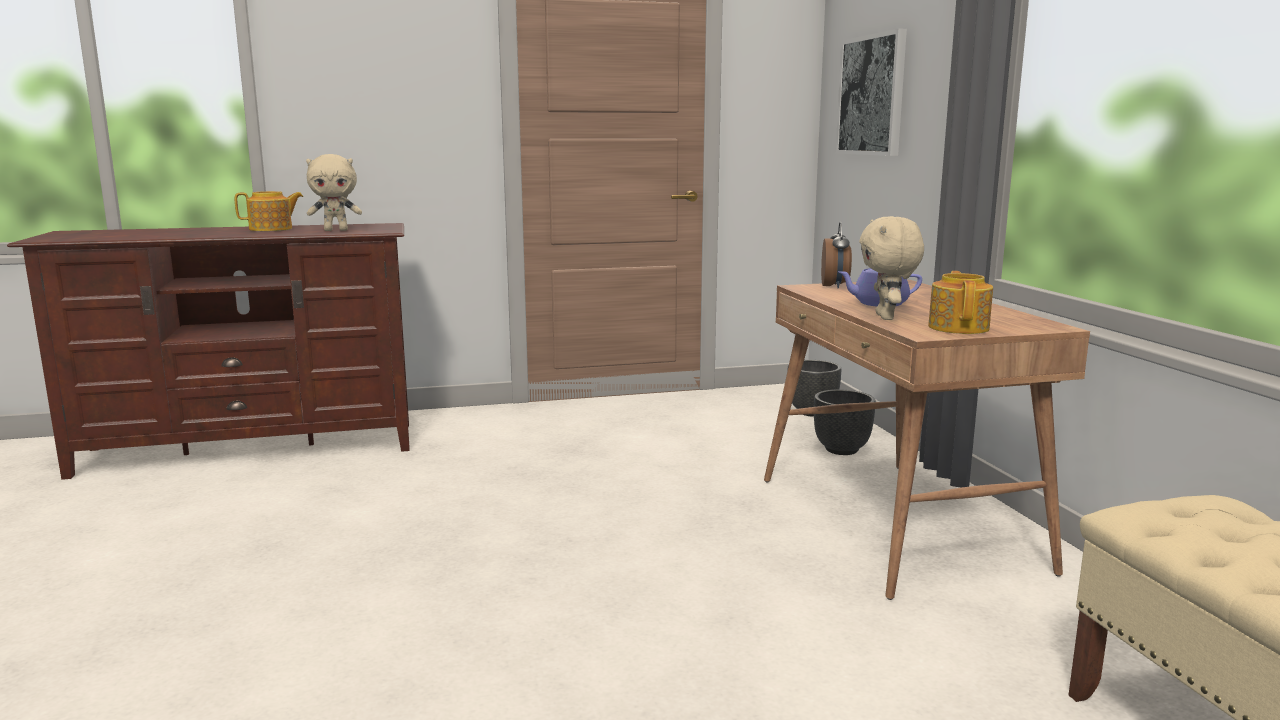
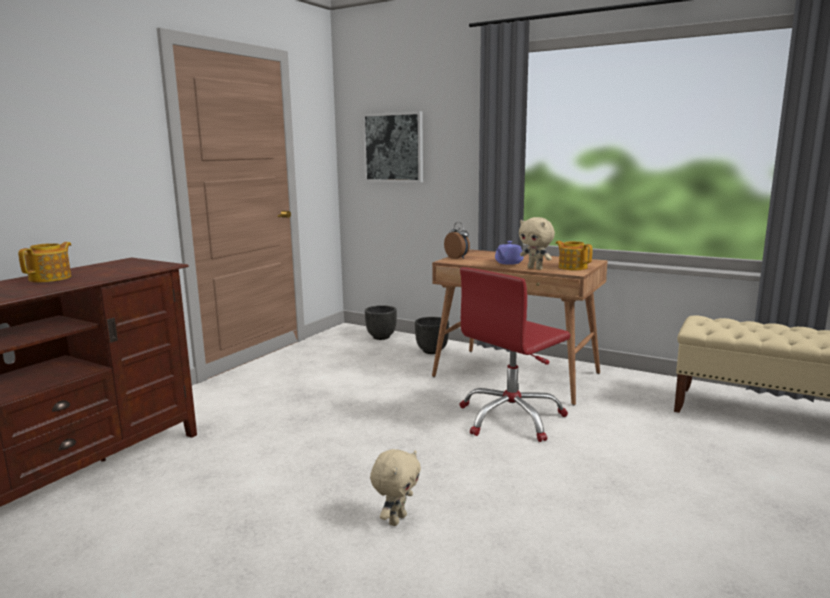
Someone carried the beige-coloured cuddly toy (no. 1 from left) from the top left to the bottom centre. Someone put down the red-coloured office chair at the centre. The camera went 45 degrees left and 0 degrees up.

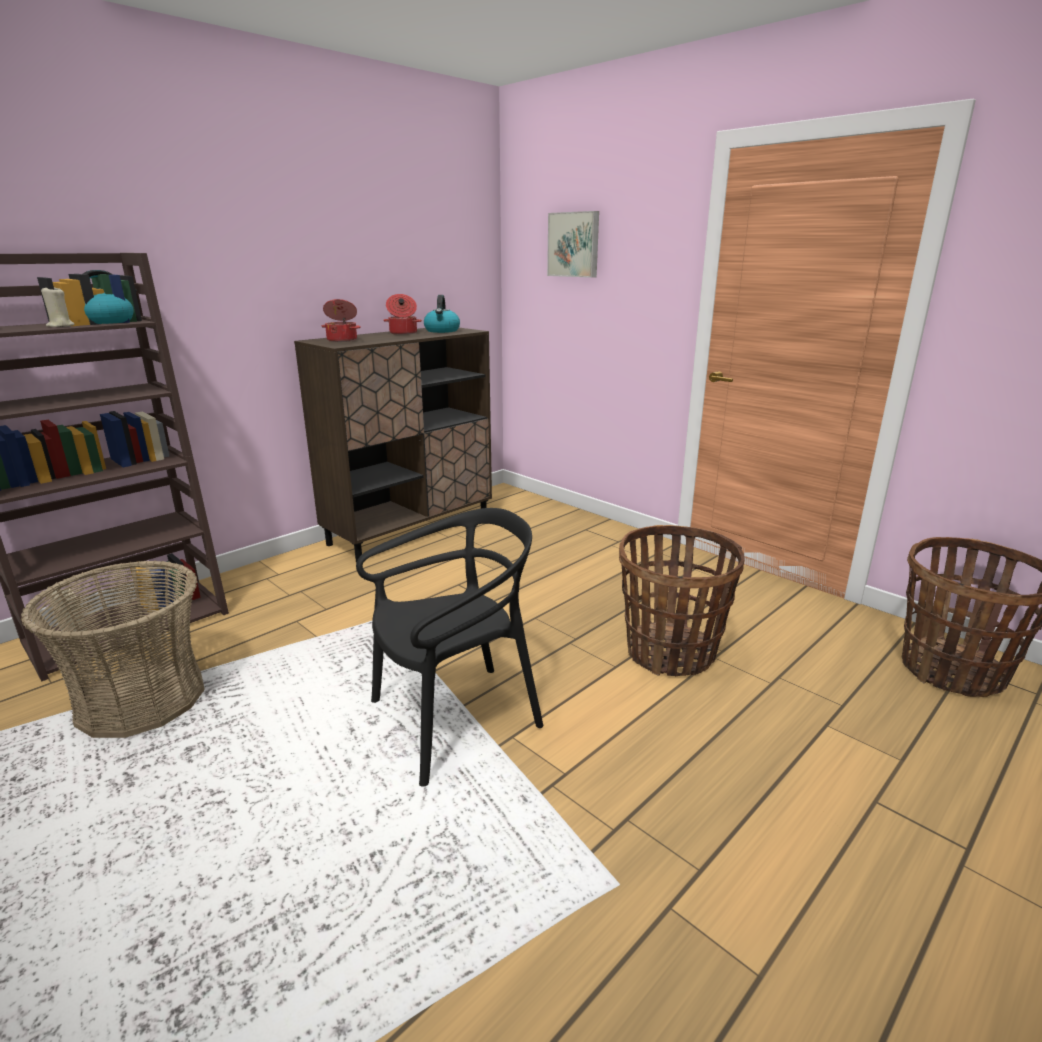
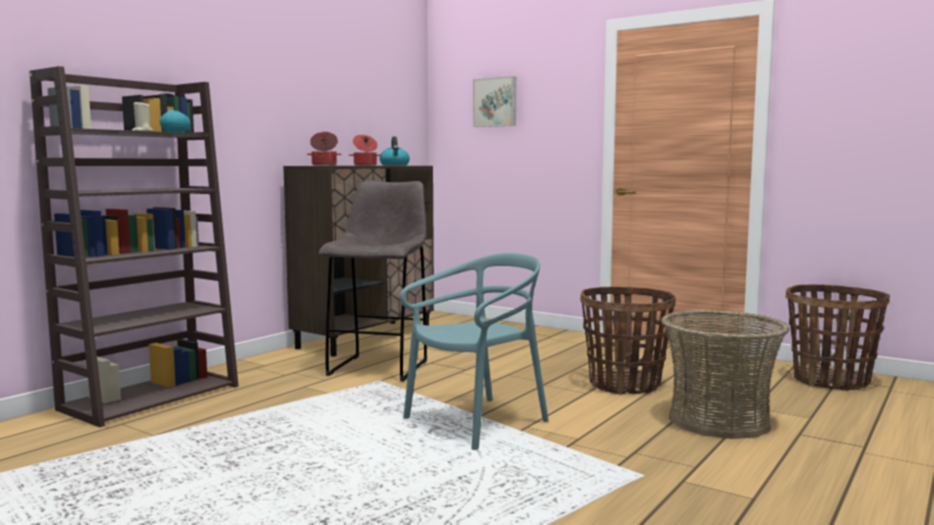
Someone carried the household basket (no. 1 from left in the first image) from the middle left to the bottom right. Someone repainted the black-coloured upright chair at the centre, which became the turquoise upright chair at the bottom centre. Someone put down the grey stool seat at the centre. The camera went 10 degrees left and 15 degrees down.

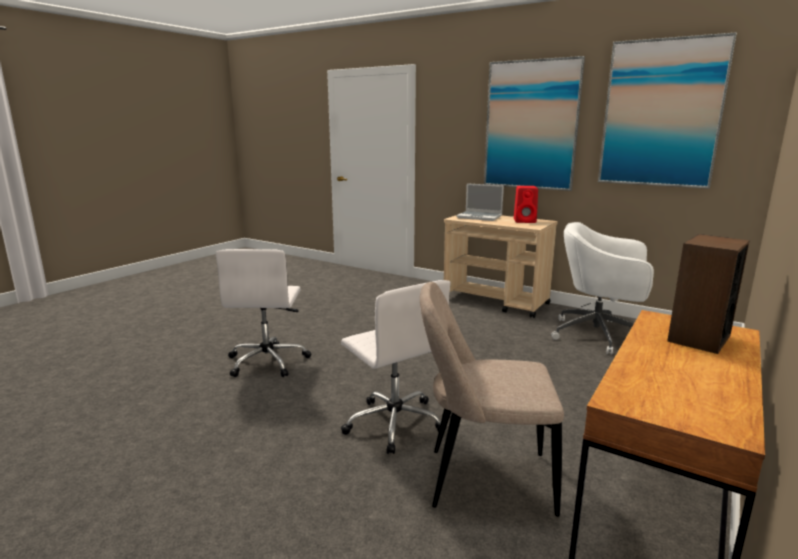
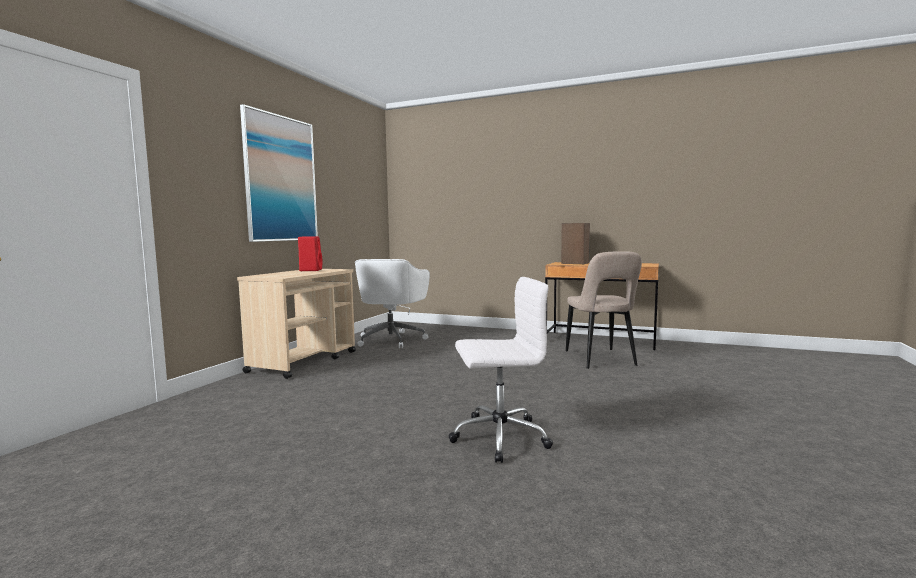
Someone took away the whitish office chair (no. 2 from left) at the centre. Someone took away the notebook computer at the centre. Someone took away the wall picture (no. 2 from left) at the top right. The camera went 100 degrees left and 10 degrees down.

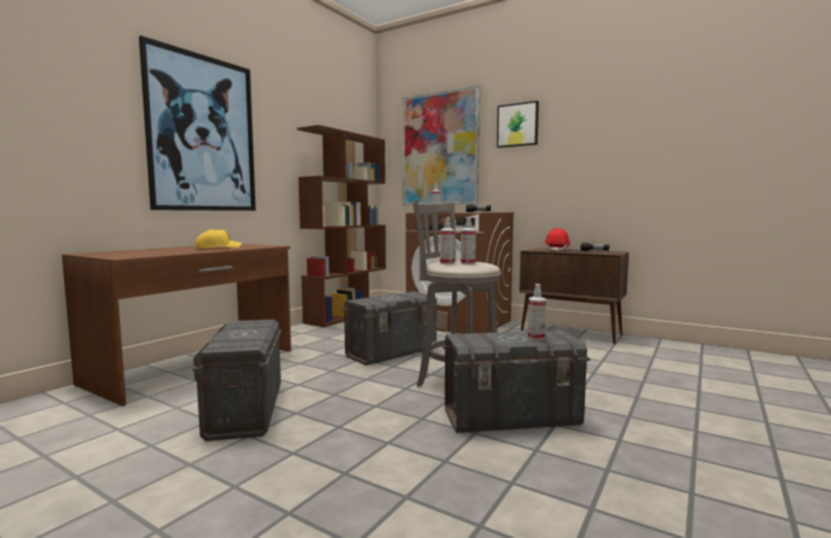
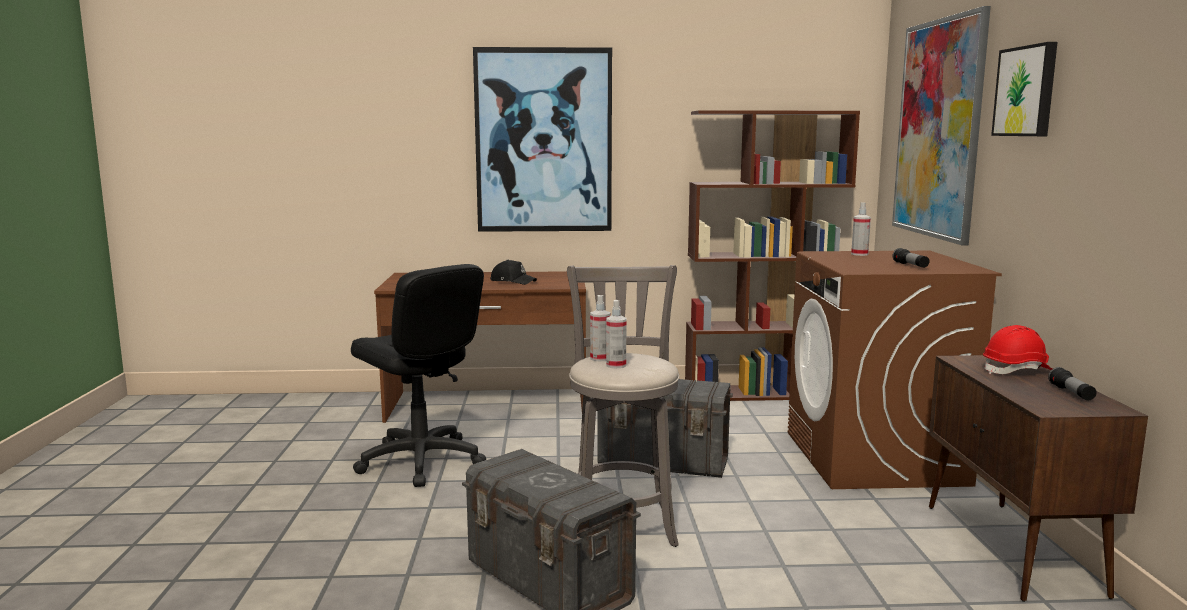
Someone swapped the grey storage box (no. 1 from left) at the bottom left for the black-coloured office chair at the centre. Someone repainted the yellowish cap at the middle left, which became the black-coloured cap at the centre. Someone took away the spray bottle (no. 4 from left) at the centre. The camera went 55 degrees right and 5 degrees up.

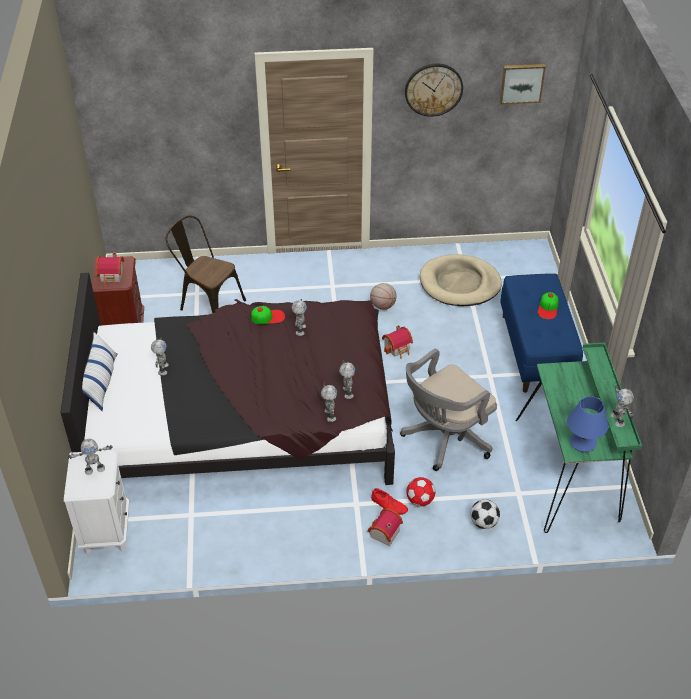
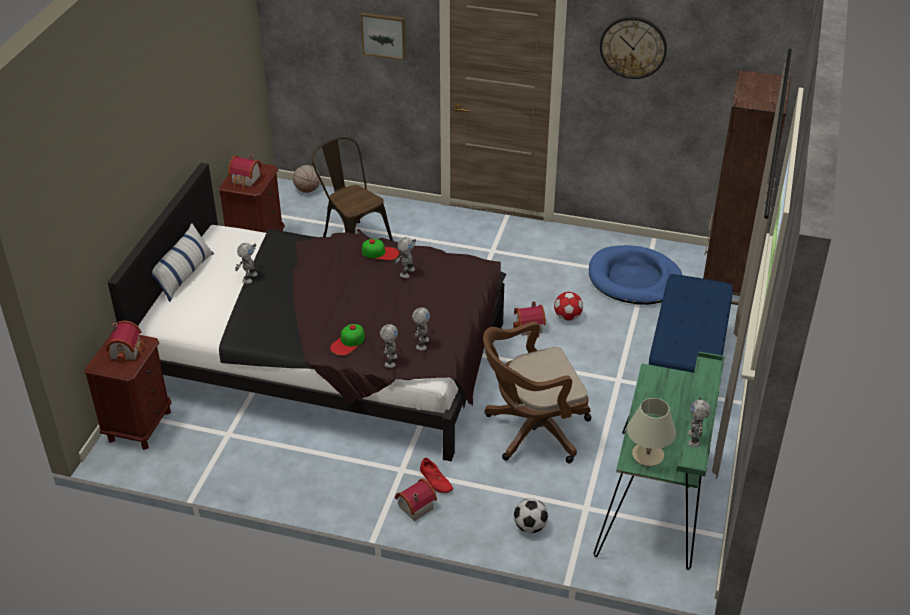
Someone repainted the whitish nightstand at the bottom left, which became the brown-coloured nightstand (no. 1 from left) at the middle left. Someone swapped the model robot (no. 1 from left) at the middle left for the toy house (no. 1 from left) at the middle left. Someone carried the basketball from the centre to the top centre. Someone repainted the grey office chair at the centre, which became the brown-coloured office chair at the centre. Someone carried the football (no. 1 from left in the first image) from the bottom centre to the centre. Someone repainted the beige-coloured dog bed at the middle right, which became the blue dog bed at the middle right. Someone carried the wall picture from the top right to the top centre. Someone carried the cap (no. 2 from left in the first image) from the middle right to the centre. Someone repainted the blue tabletop lamp at the middle right, which became the beige-coloured tabletop lamp at the bottom right. Someone put down the brown-coloured bookcase at the top right. The camera went 20 degrees right and 5 degrees down.

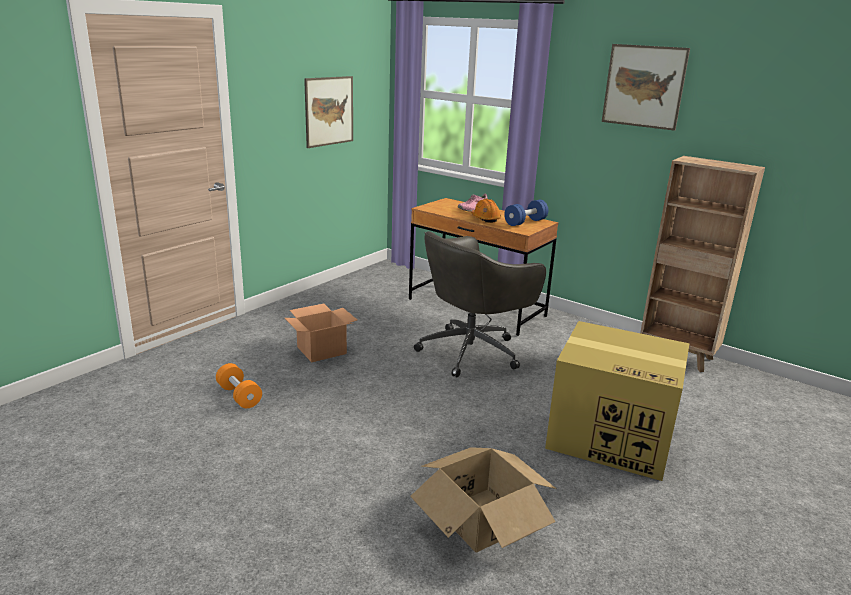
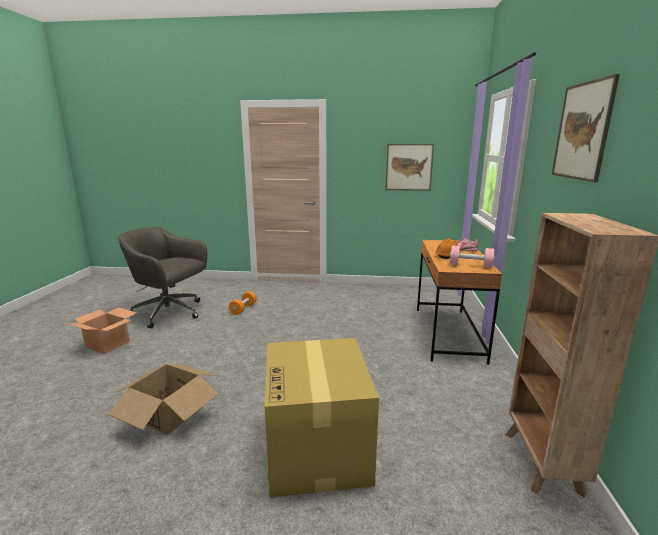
Someone carried the carton (no. 1 from left) from the centre to the middle left. Someone carried the grey office chair from the centre to the middle left. Someone repainted the blue dumbbell at the centre, which became the pink-coloured dumbbell at the middle right. The camera went 60 degrees right and 5 degrees down.

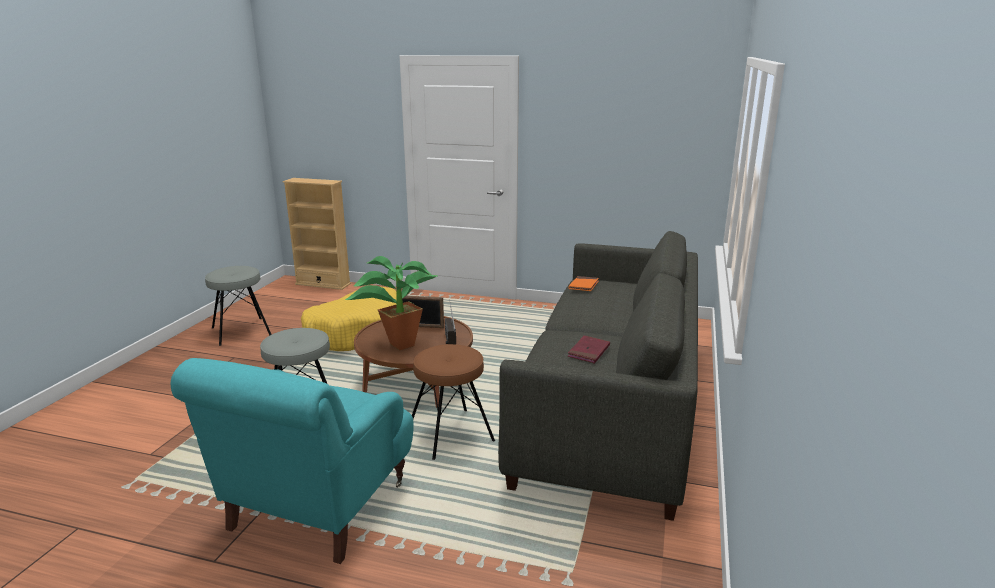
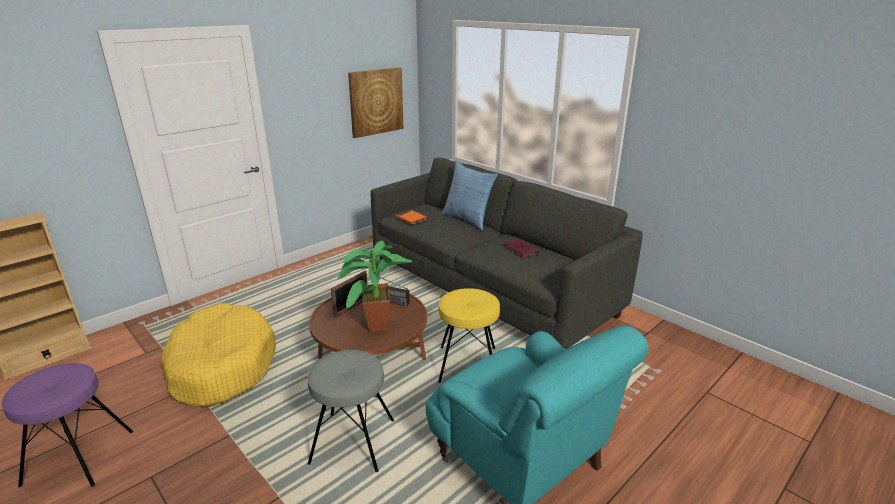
Someone repainted the grey stool seat (no. 1 from left) at the middle left, which became the purplish stool seat at the bottom left. Someone repainted the brown-coloured stool seat at the bottom centre, which became the yellowish stool seat at the centre. Someone put up the wall picture at the top centre. Someone put down the pillow at the centre. The camera went 60 degrees left and 5 degrees up.

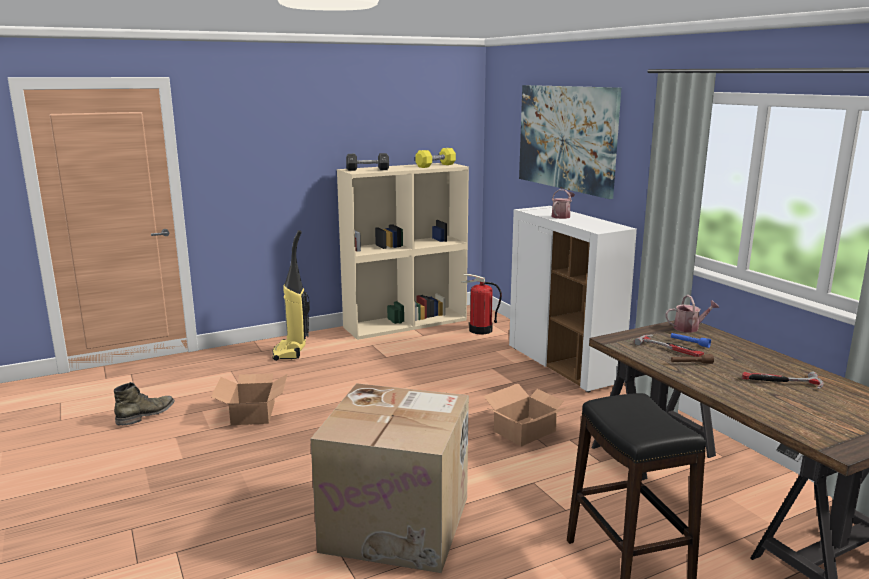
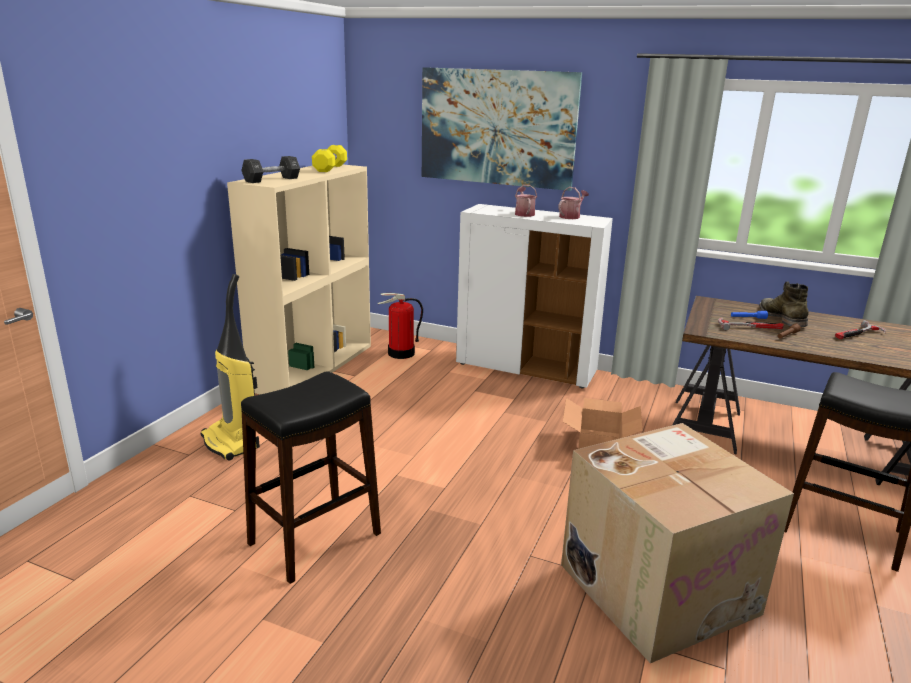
Someone carried the green high-top boot from the bottom left to the middle right. Someone swapped the carton (no. 1 from left) at the bottom left for the black-coloured stool seat (no. 1 from left) at the bottom centre. Someone carried the watering pot (no. 2 from left) from the middle right to the top centre. The camera went 40 degrees left and 5 degrees up.

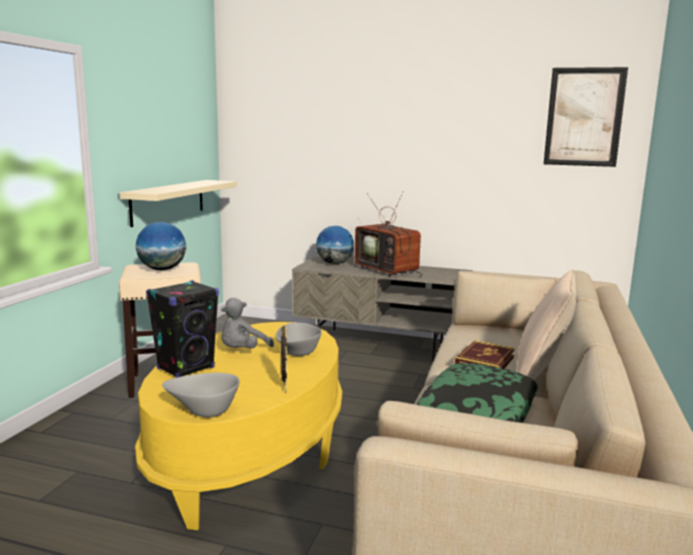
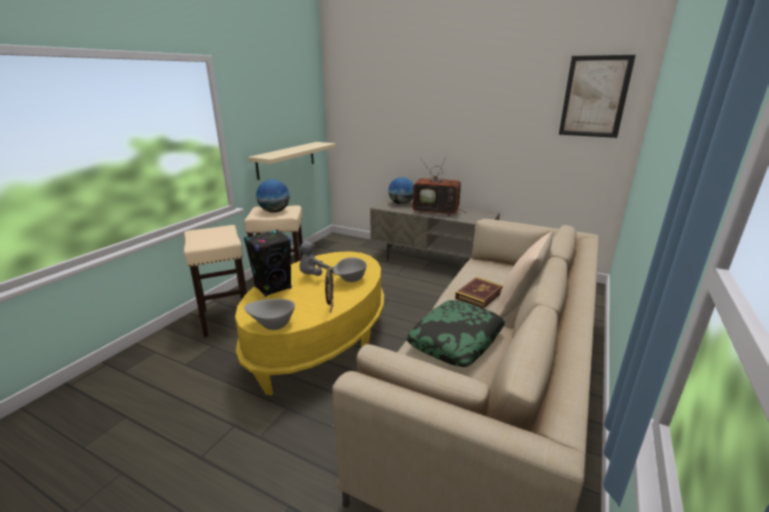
Someone rotated the television at the centre by 45 degrees counterclockwise. Someone put down the beige-coloured stool seat (no. 1 from left) at the middle left. The camera went 10 degrees right and 10 degrees up.

